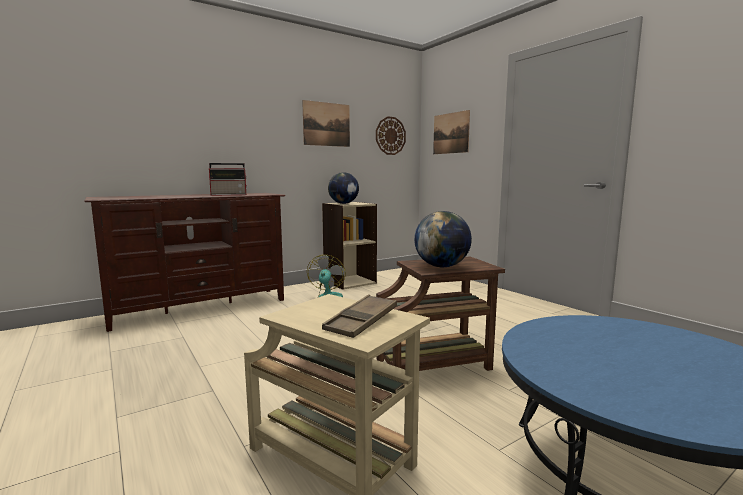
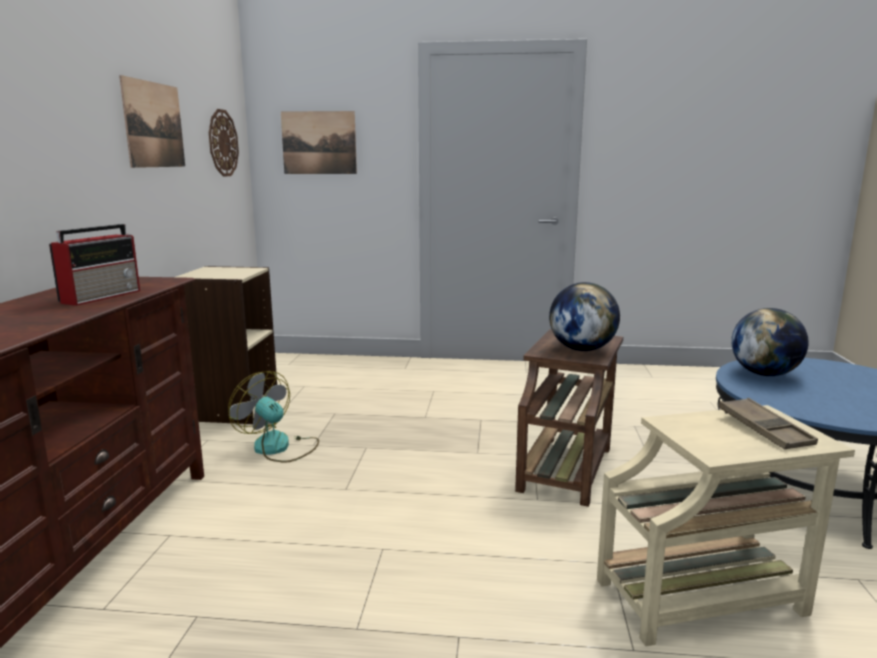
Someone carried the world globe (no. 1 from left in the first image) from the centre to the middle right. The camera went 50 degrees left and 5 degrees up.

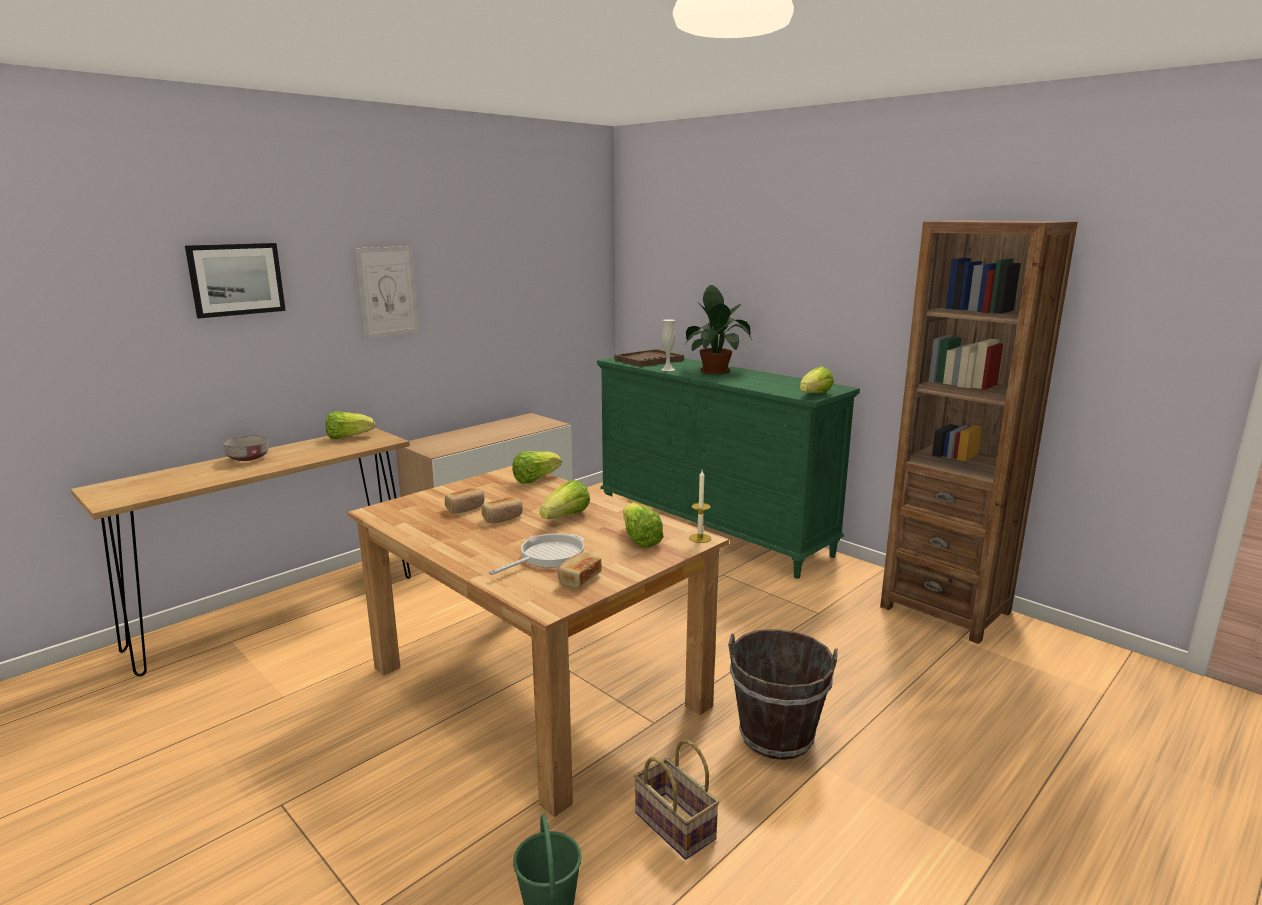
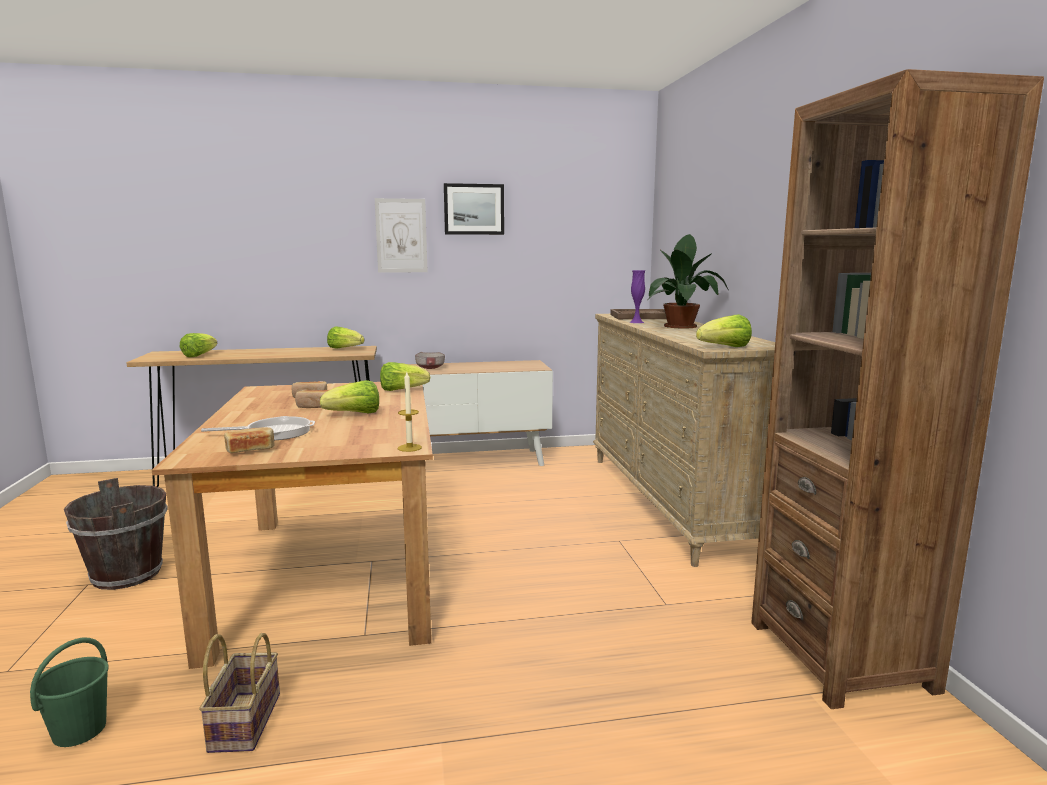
Someone carried the wall picture (no. 1 from left in the first image) from the top left to the top centre. Someone carried the grey serving bowl from the middle left to the centre. Someone repainted the green chest of drawers at the centre, which became the beige-coloured chest of drawers at the centre. Someone carried the head of lettuce (no. 4 from left in the first image) from the centre to the middle left. Someone repainted the whitish vase at the centre, which became the purplish vase at the centre. Someone carried the brown-coloured bucket from the bottom centre to the bottom left. The camera went 35 degrees right and 5 degrees down.

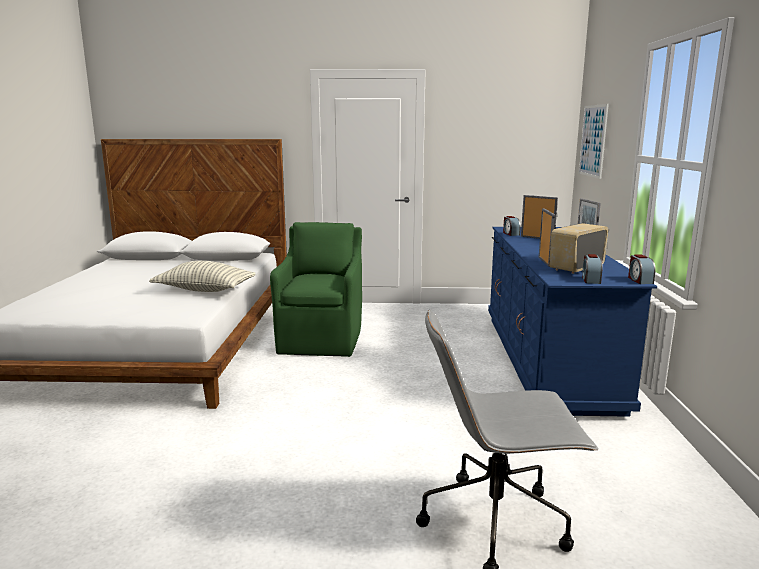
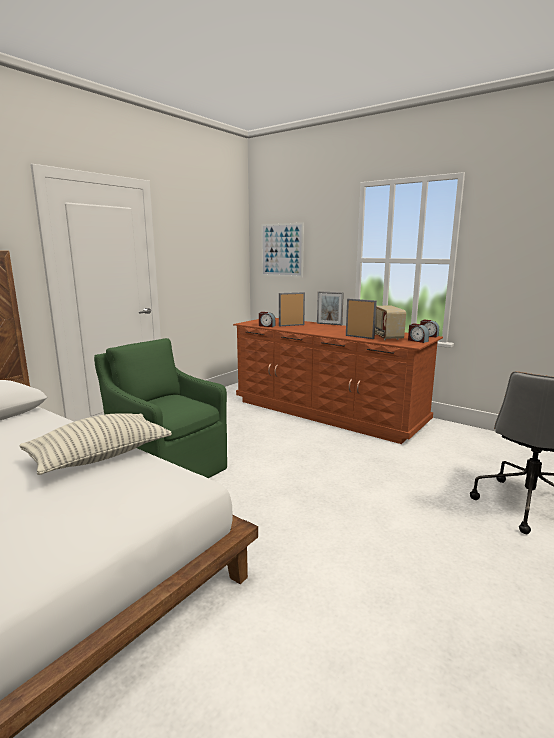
Someone repainted the blue chest of drawers at the middle right, which became the brown-coloured chest of drawers at the centre. The camera went 55 degrees left and 0 degrees up.

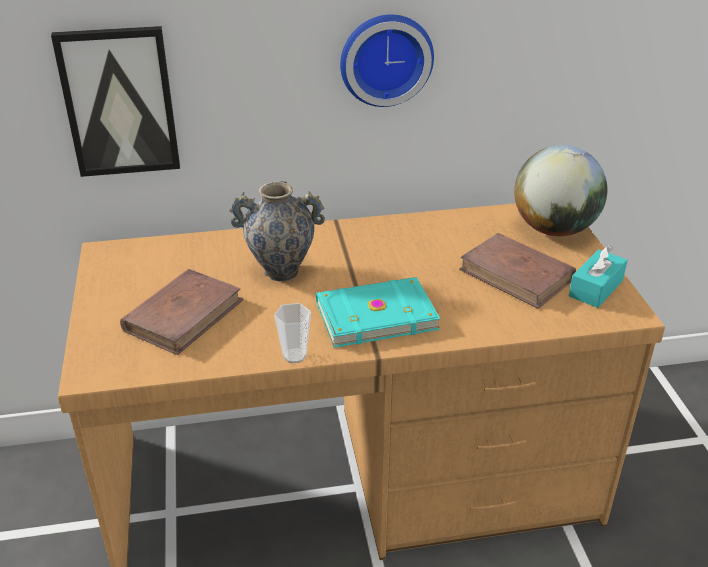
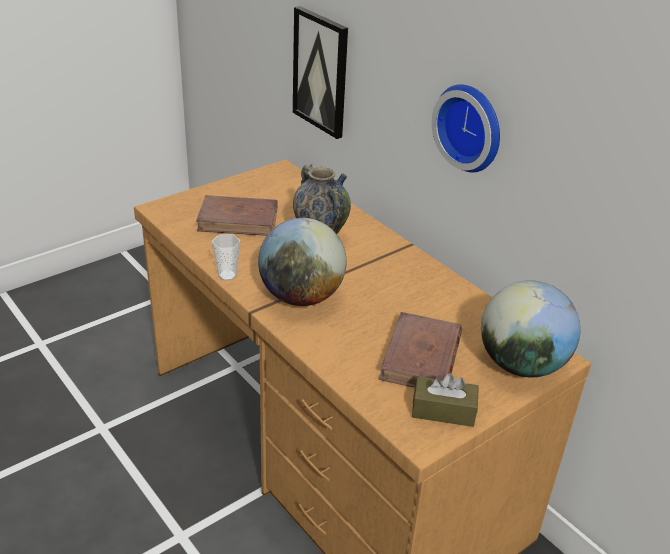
Someone swapped the turquoise bound book at the centre for the world globe (no. 1 from left) at the centre. Someone repainted the turquoise tissue box at the middle right, which became the brown-coloured tissue box at the bottom centre. The camera went 60 degrees right and 0 degrees up.

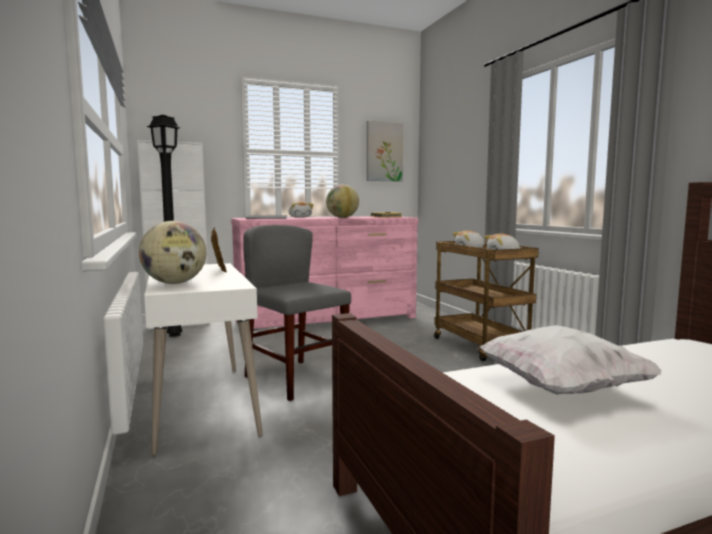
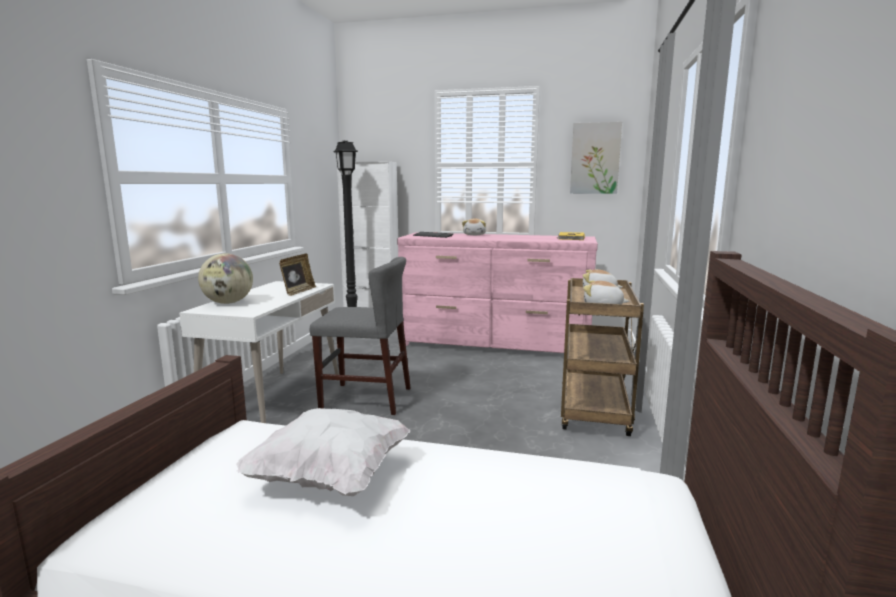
Someone rotated the grey upright chair at the centre by 105 degrees clockwise. Someone took away the world globe (no. 2 from left) at the centre. The camera went 35 degrees right and 5 degrees up.

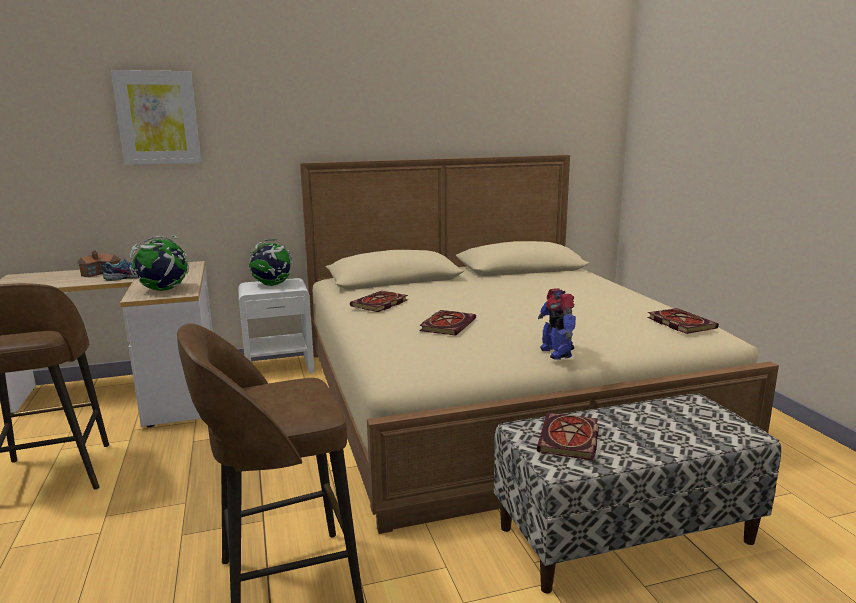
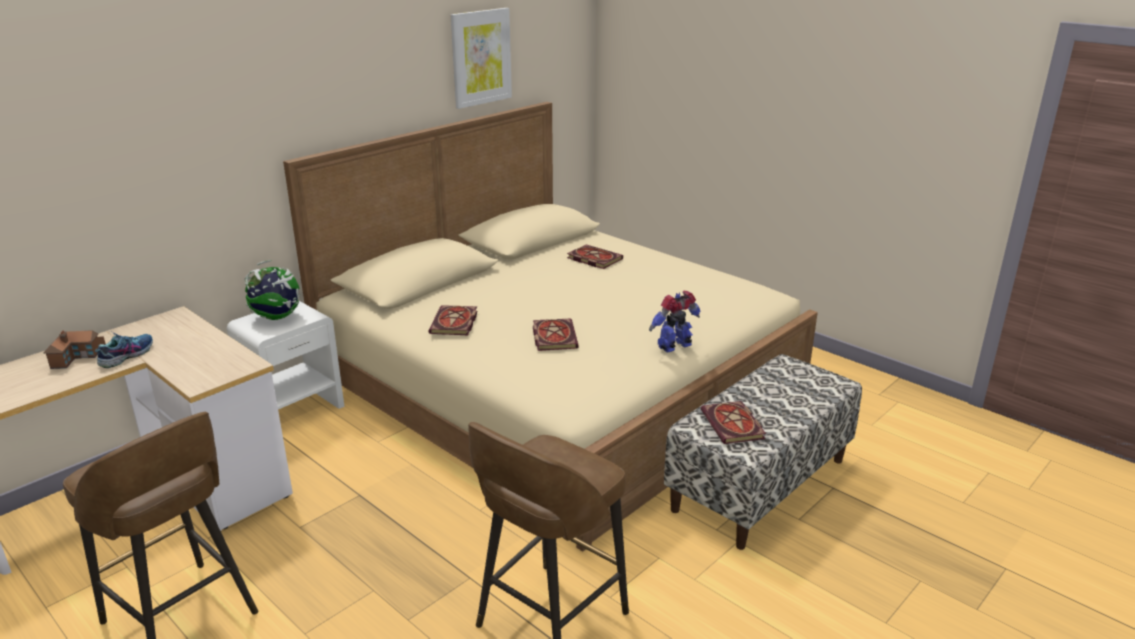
Someone carried the wall picture from the top left to the top centre. Someone took away the world globe (no. 1 from left) at the middle left. Someone rotated the model robot at the centre by 105 degrees clockwise. Someone carried the bound book (no. 4 from left in the first image) from the middle right to the centre. The camera went 30 degrees left and 10 degrees up.

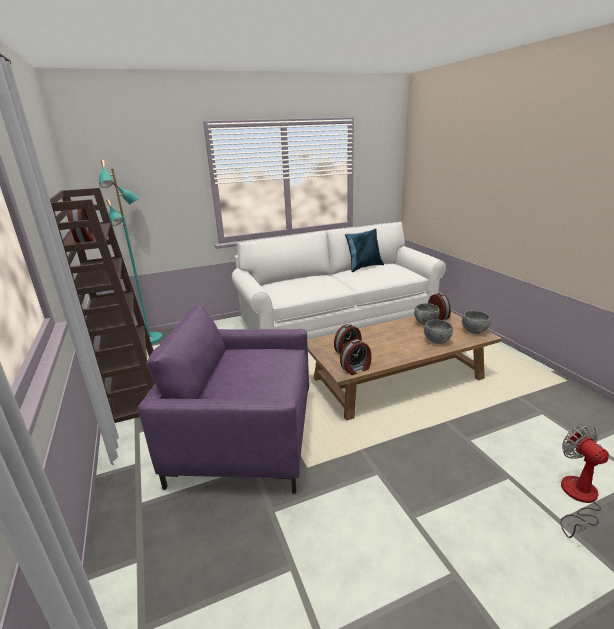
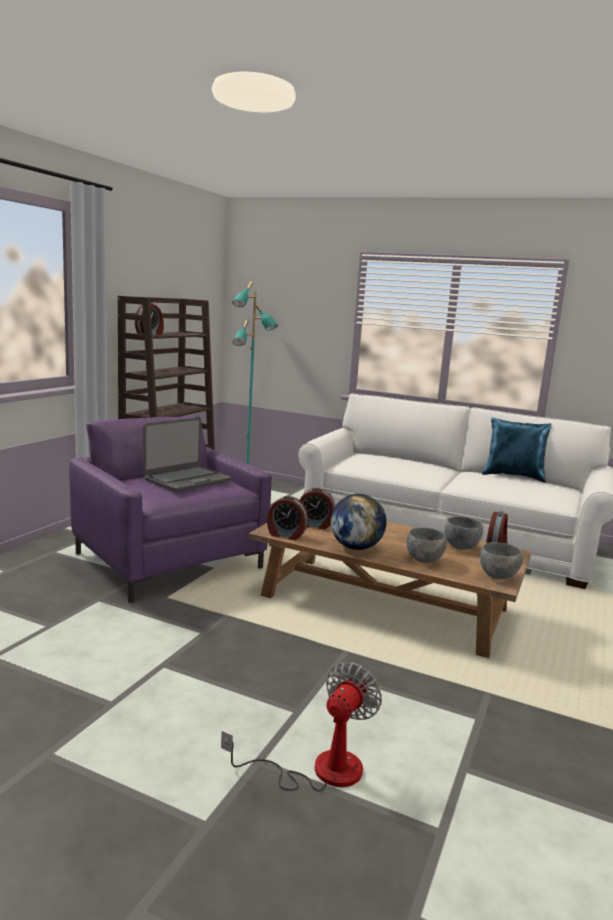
Someone put down the notebook computer at the middle left. Someone put down the world globe at the centre. The camera went 45 degrees right and 10 degrees down.

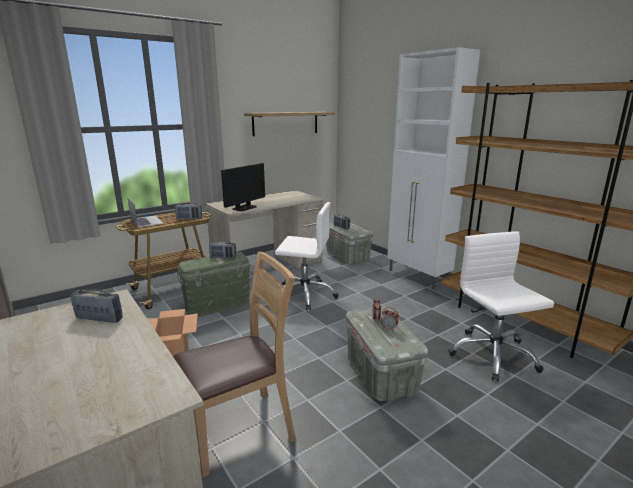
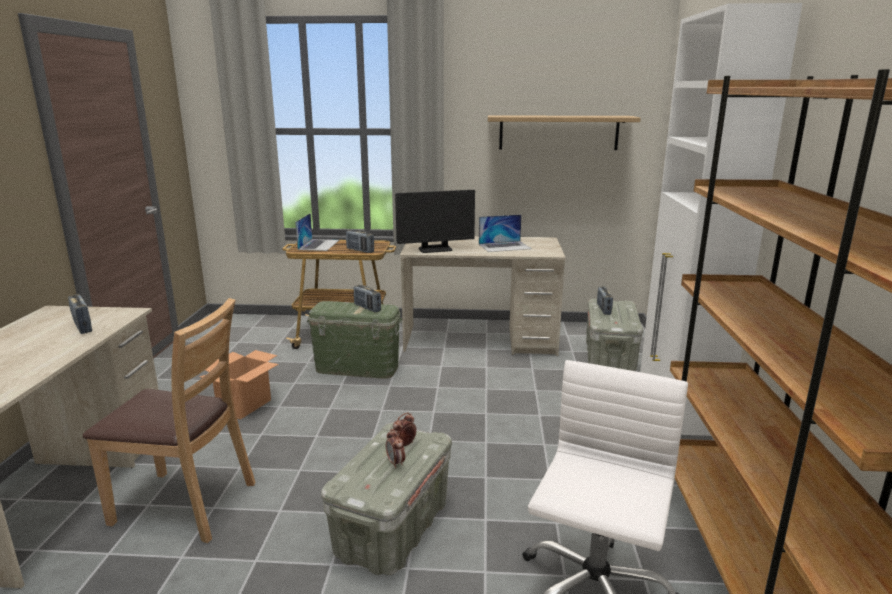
Someone took away the whitish office chair (no. 1 from left) at the centre. Someone put down the notebook computer (no. 2 from left) at the centre. The camera went 40 degrees right and 0 degrees up.

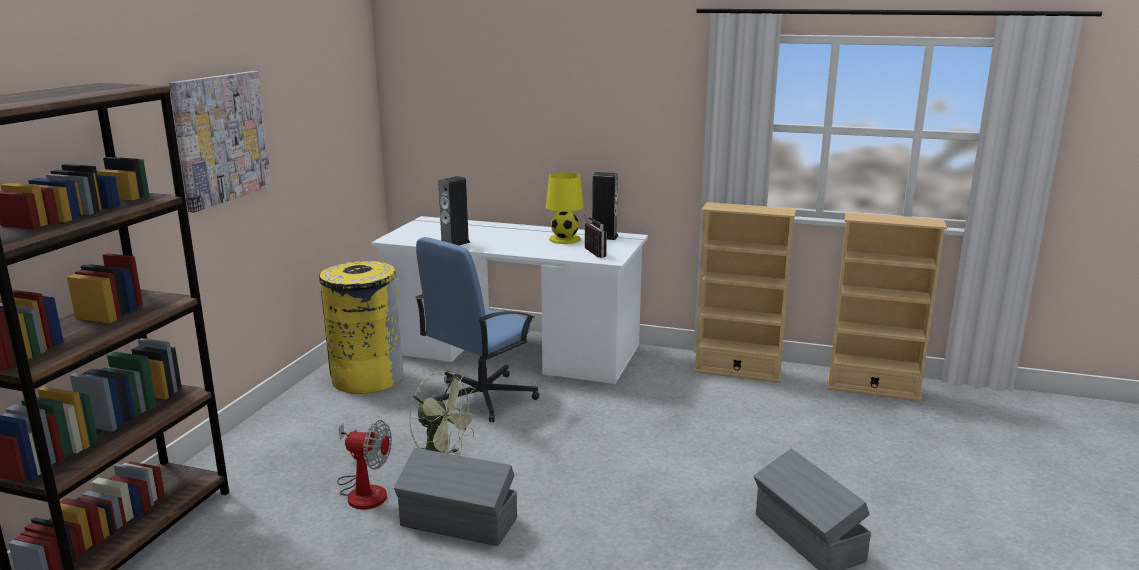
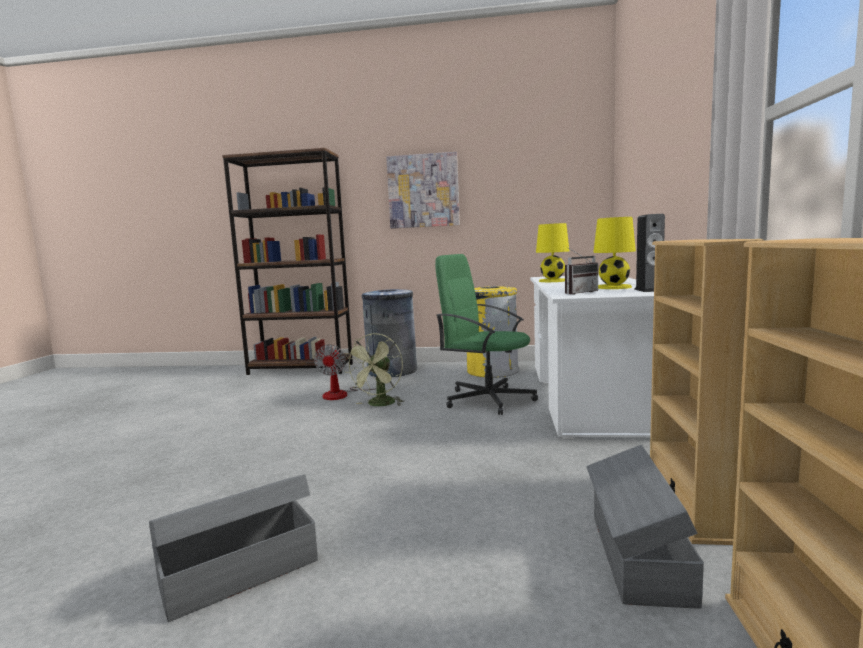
Someone carried the grey storage box (no. 1 from left in the first image) from the bottom centre to the bottom right. Someone repainted the blue office chair at the centre, which became the green office chair at the centre. Someone swapped the audio speaker (no. 1 from left) at the centre for the yellowish tabletop lamp (no. 1 from left) at the centre. Someone put down the grey rubbish bin at the centre. The camera went 80 degrees right and 10 degrees down.

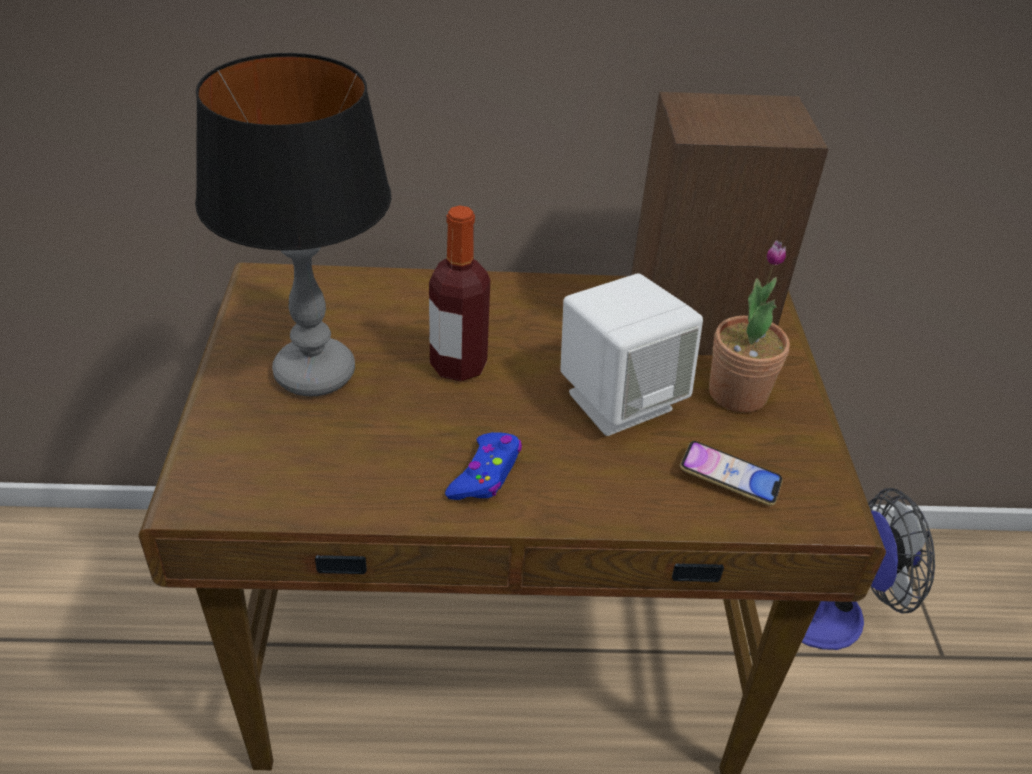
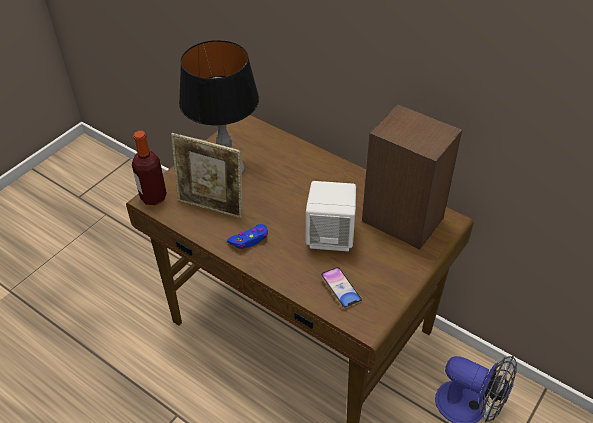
Someone carried the bottle from the centre to the middle left. Someone took away the houseplant at the middle right. Someone put down the photo frame at the centre. The camera went 40 degrees right and 5 degrees up.

